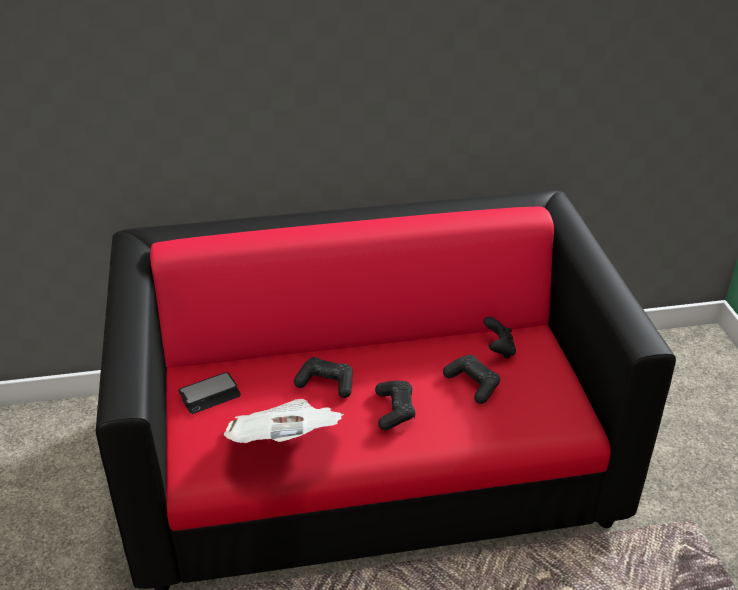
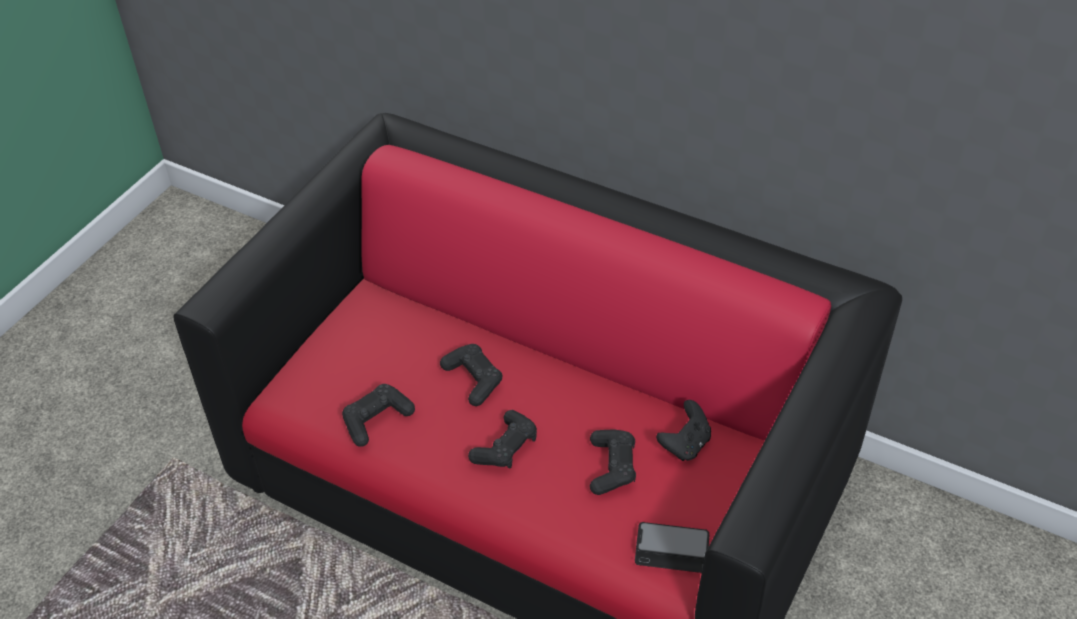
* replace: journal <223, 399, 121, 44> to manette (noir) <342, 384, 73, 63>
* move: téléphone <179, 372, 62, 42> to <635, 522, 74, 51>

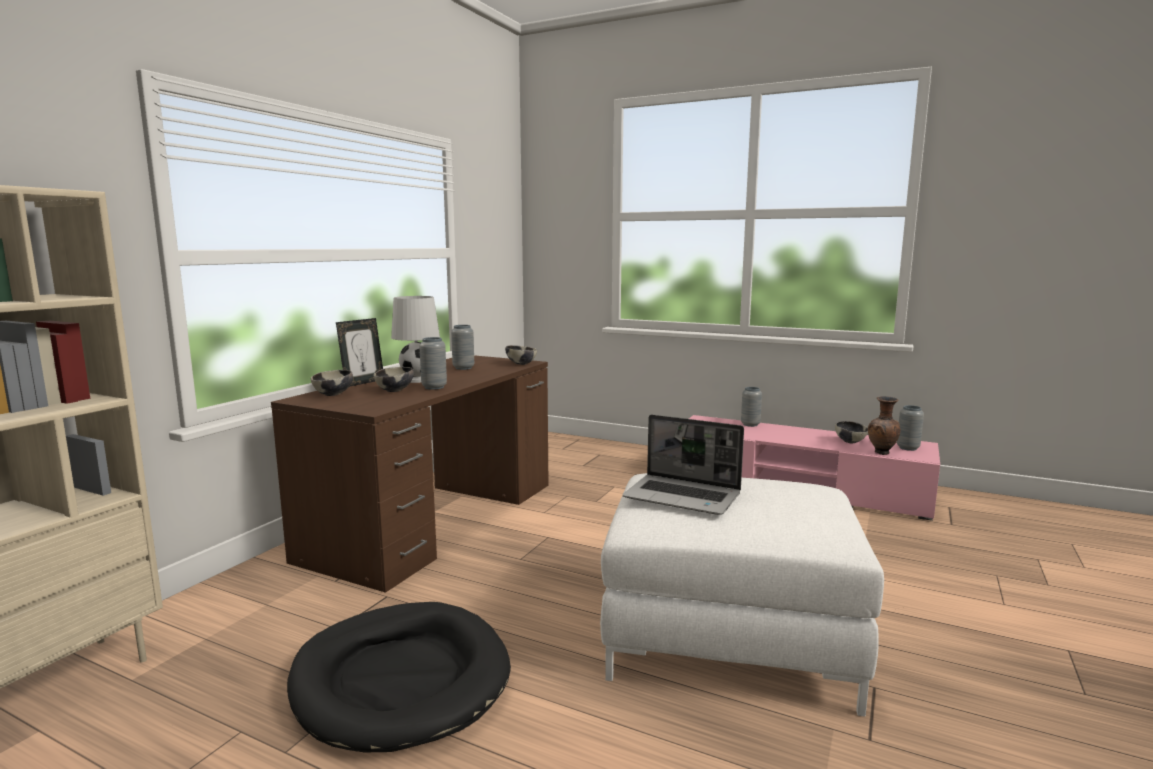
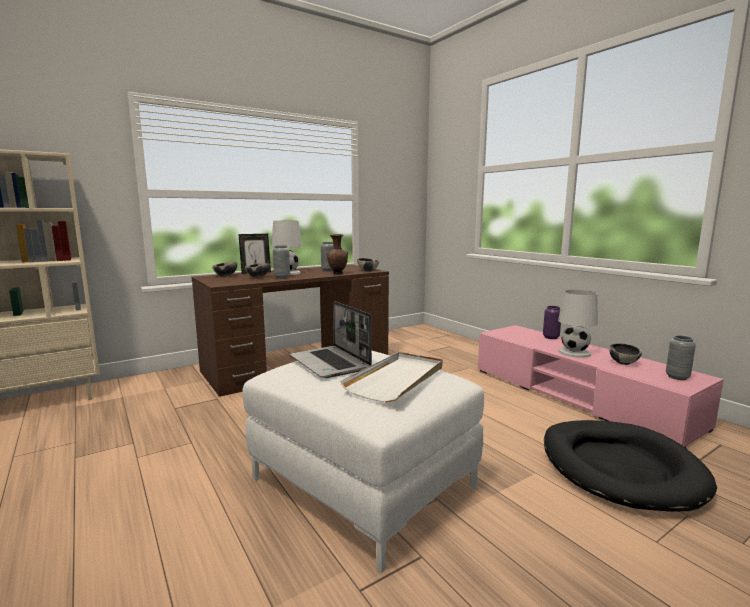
* move: vase (marron) <868, 396, 32, 59> to <327, 234, 21, 40>
* insert: plateau (blanc) <340, 352, 103, 50>
* recolor: vase (gris) <741, 387, 21, 40> to vase (violet) <543, 306, 18, 33>
* move: panier pour chien (noir) <287, 602, 224, 150> to <544, 420, 173, 92>
* insert: lampe de table (blanc) <558, 290, 40, 68>

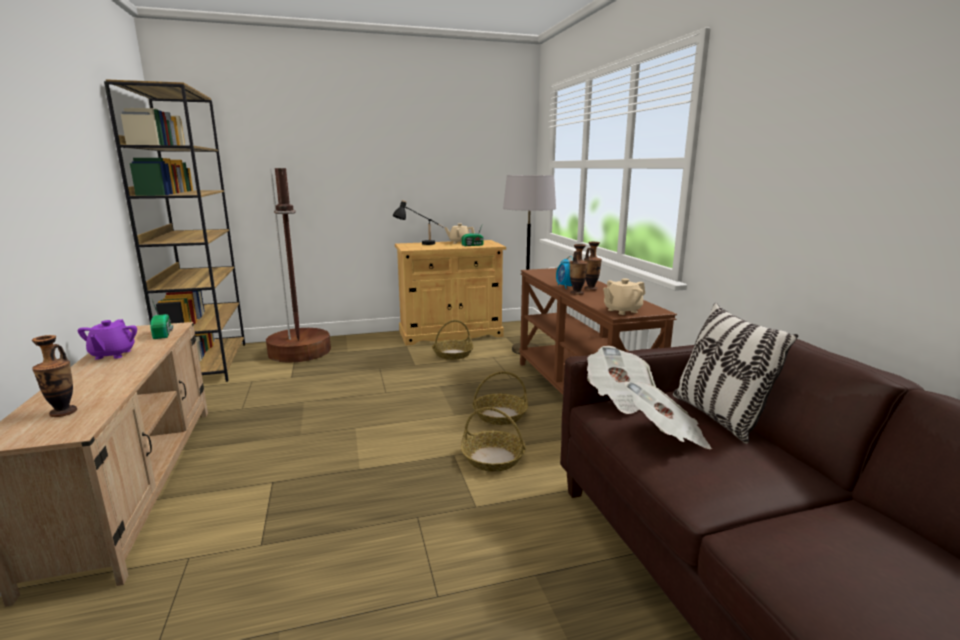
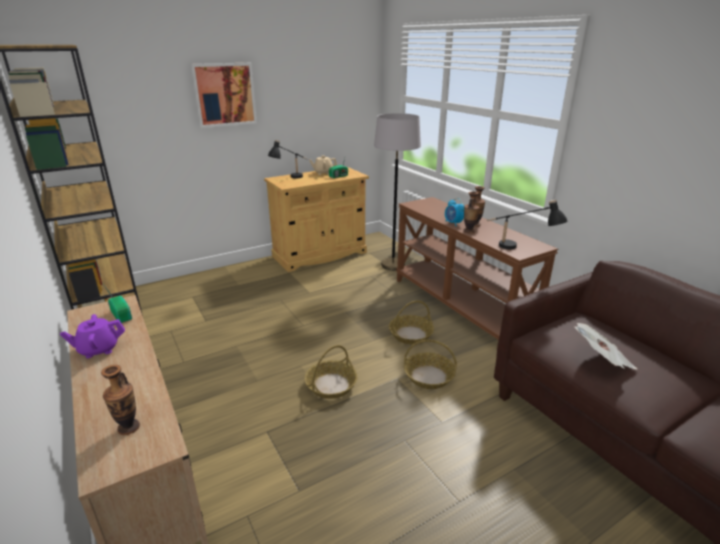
* rotate: théière (violet) <78, 319, 59, 41> = <60, 314, 65, 44> 90 degrees clockwise
* insert: tableau <191, 63, 66, 65>
* move: panier <432, 320, 42, 40> to <304, 345, 54, 54>
* replace: théière (beige) <603, 278, 42, 37> to lampe de table (noir) <487, 199, 81, 51>
* delete: lampadaire (marron) <266, 168, 65, 195>
* delete: journal <587, 346, 69, 68>
* delete: coussin <673, 303, 125, 141>

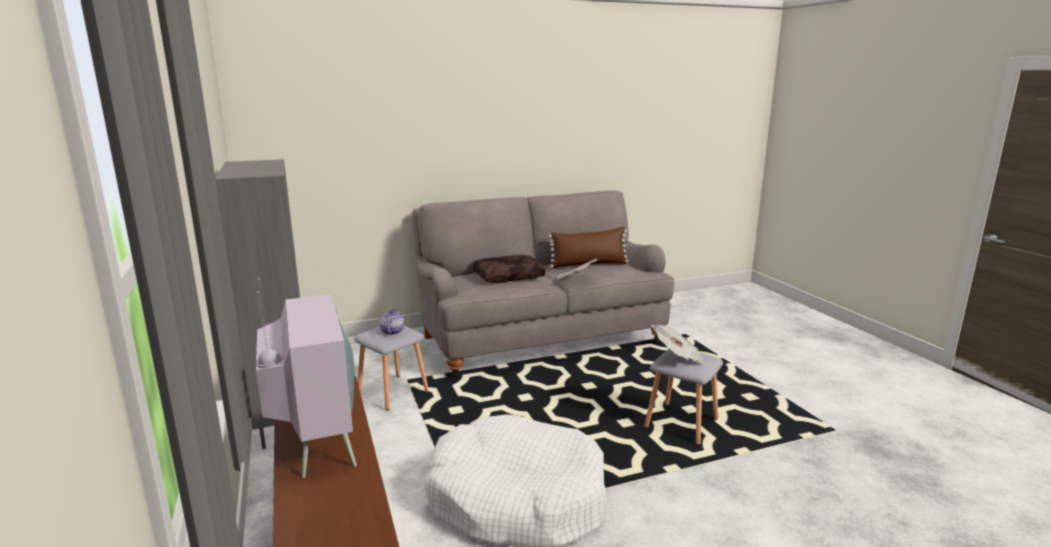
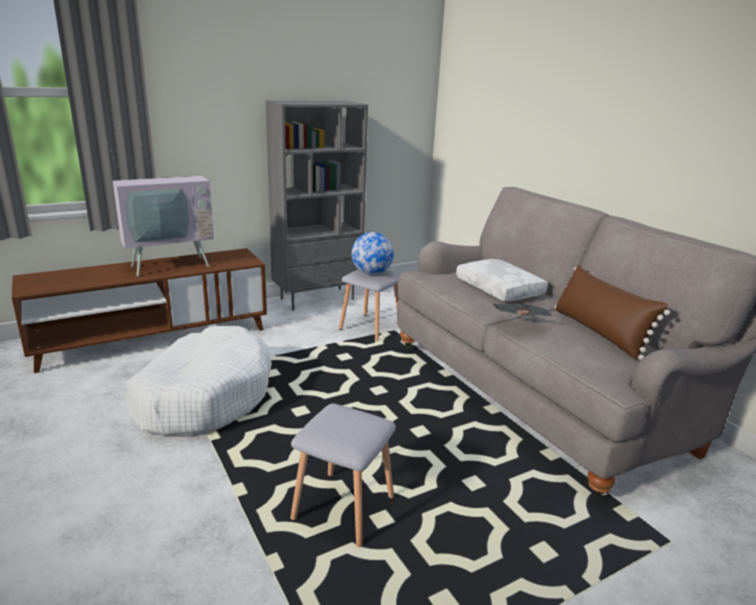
* replace: théière <380, 309, 24, 26> to globe <351, 232, 43, 43>
* recolor: coussin (marron) <473, 255, 72, 28> to coussin (blanc) <456, 259, 92, 42>
* delete: journal <651, 325, 54, 39>

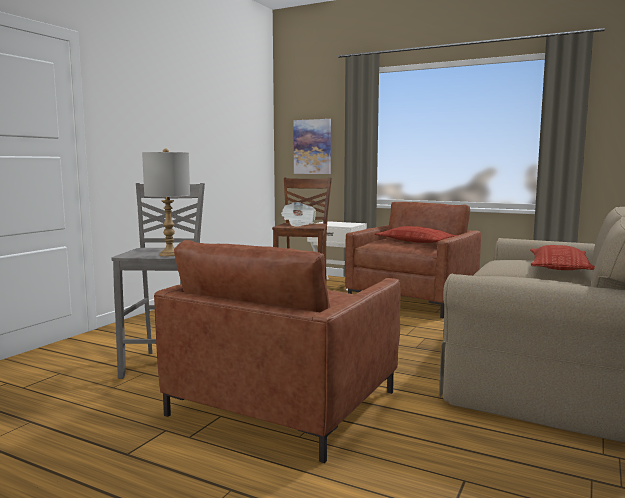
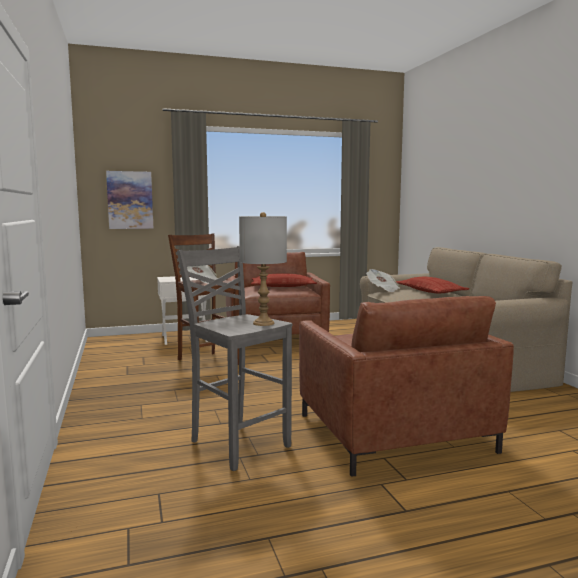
* insert: journal <366, 269, 34, 23>

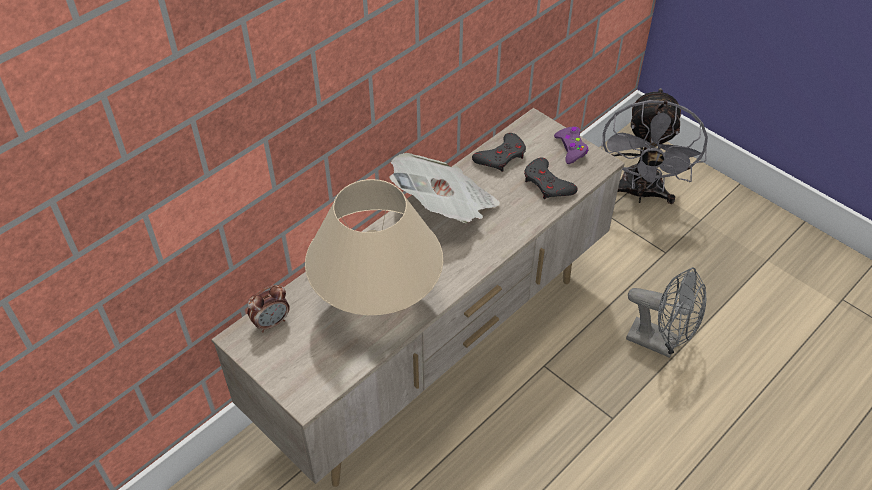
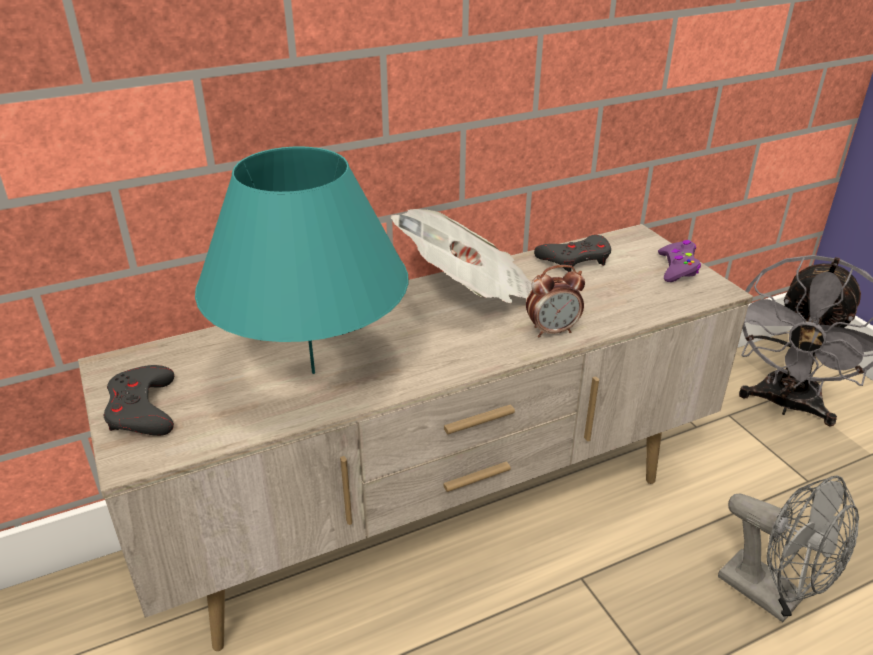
* move: manette (gris) <524, 158, 54, 41> to <103, 365, 71, 71>
* recolor: lampe de table (beige) <305, 179, 138, 136> to lampe de table (turquoise) <195, 146, 214, 228>
* move: réveil <247, 285, 43, 48> to <526, 265, 59, 72>

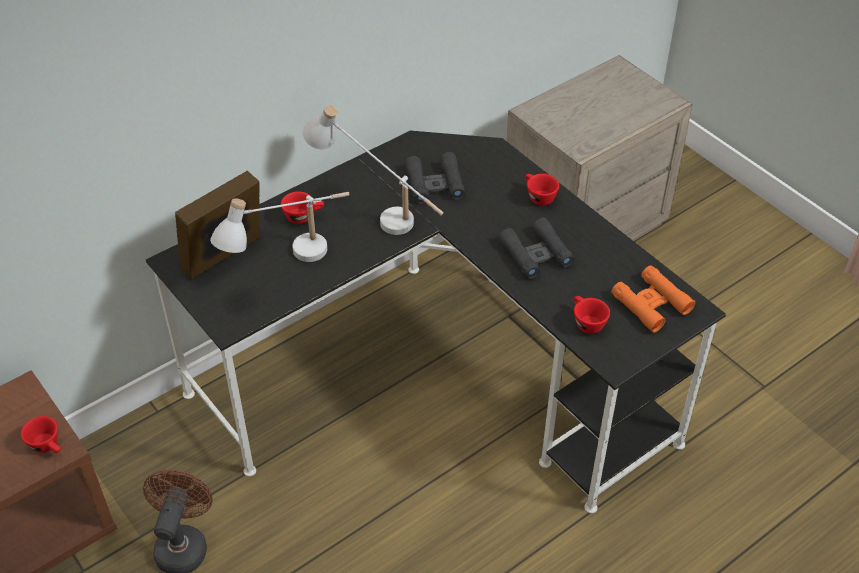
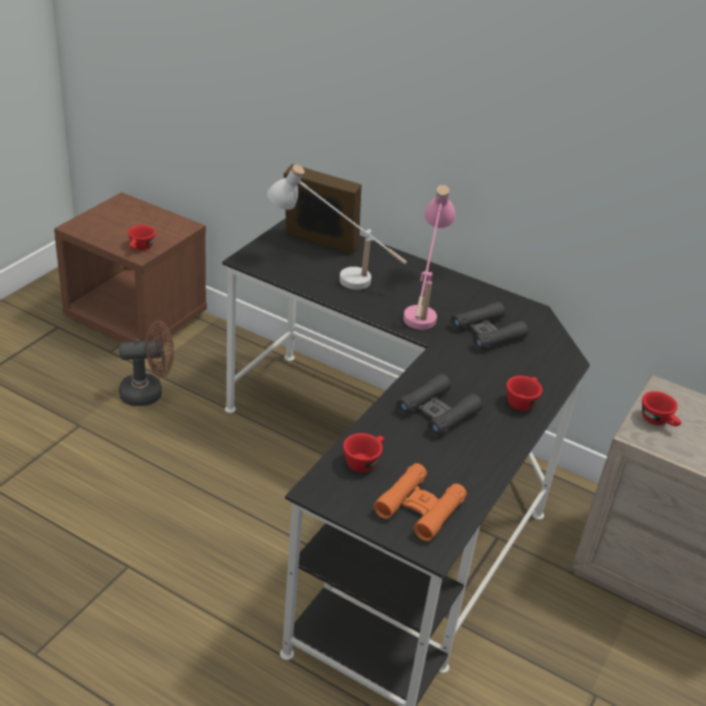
* recolor: lampe de table (blanc) <303, 105, 141, 130> to lampe de table (rose) <403, 185, 53, 145>
* move: tasse (rouge) <281, 192, 43, 32> to <642, 391, 39, 35>

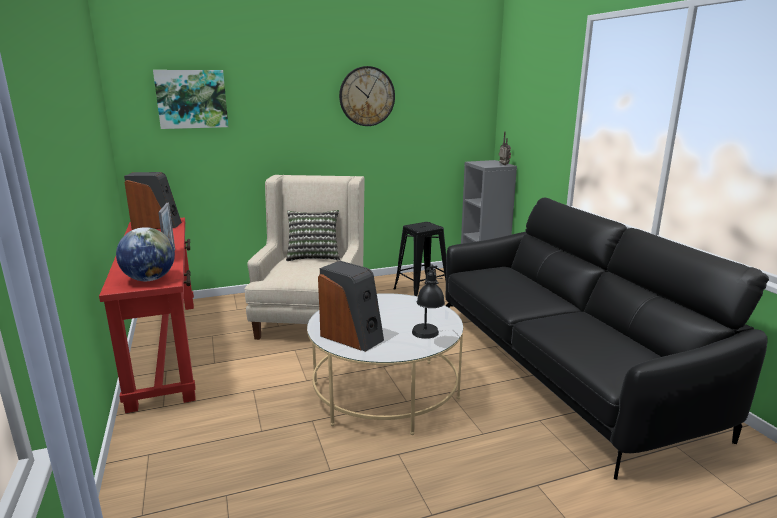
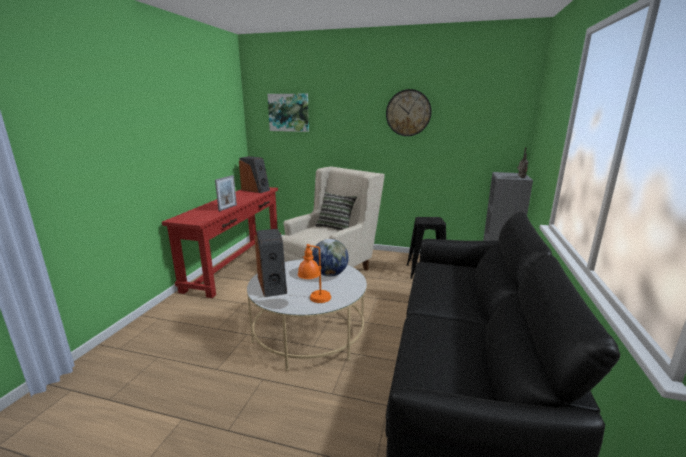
* recolor: lampe de table (noir) <412, 264, 33, 75> to lampe de table (orange) <298, 244, 33, 59>
* move: globe <116, 227, 59, 54> to <312, 239, 37, 38>

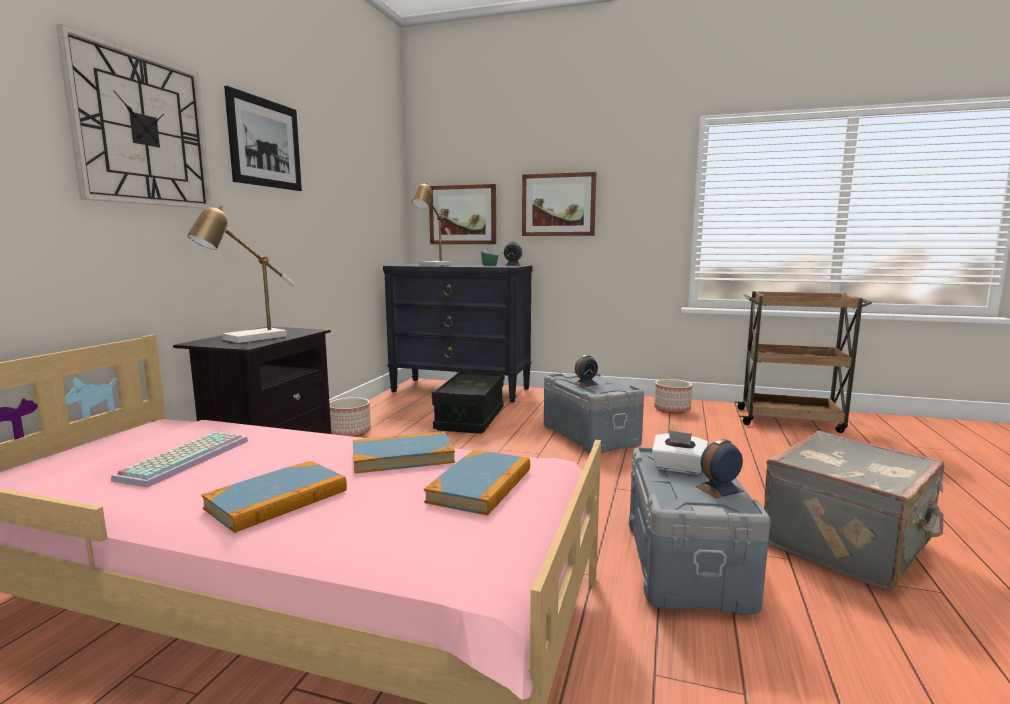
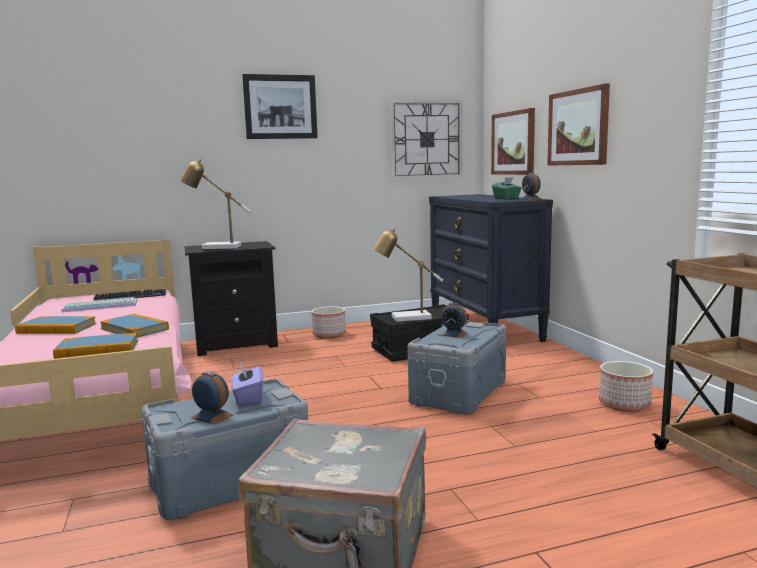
* insert: clavier <93, 289, 73, 12>
* recolor: boîte à mouchoirs (blanc) <652, 430, 56, 45> to boîte à mouchoirs (violet) <231, 361, 32, 45>
* move: lampe de table <412, 183, 40, 83> to <373, 228, 70, 94>
* move: horloge murale <56, 24, 156, 185> to <390, 100, 72, 79>

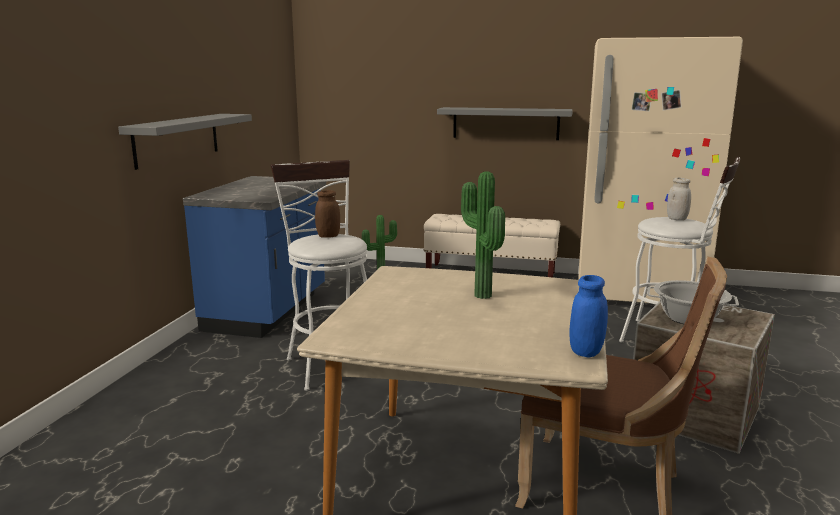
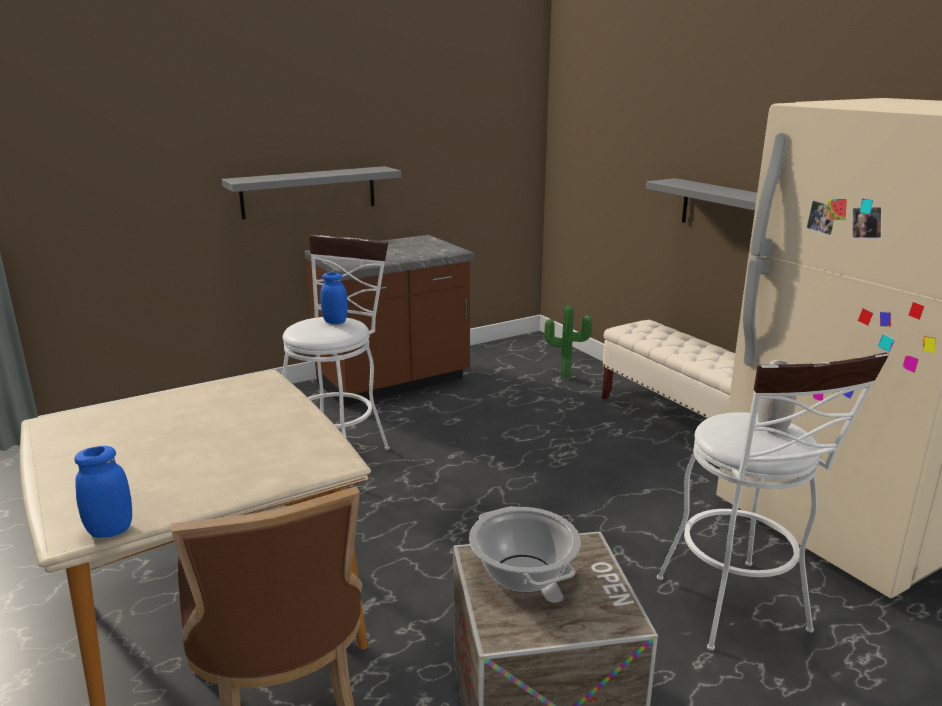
* recolor: comptoir de cuisine (bleu) <183, 176, 143, 162> to comptoir de cuisine (marron) <305, 235, 169, 172>
* recolor: bocal (marron) <315, 190, 25, 48> to bocal (bleu) <320, 272, 28, 52>
* delete: plante en pot <461, 171, 44, 128>

